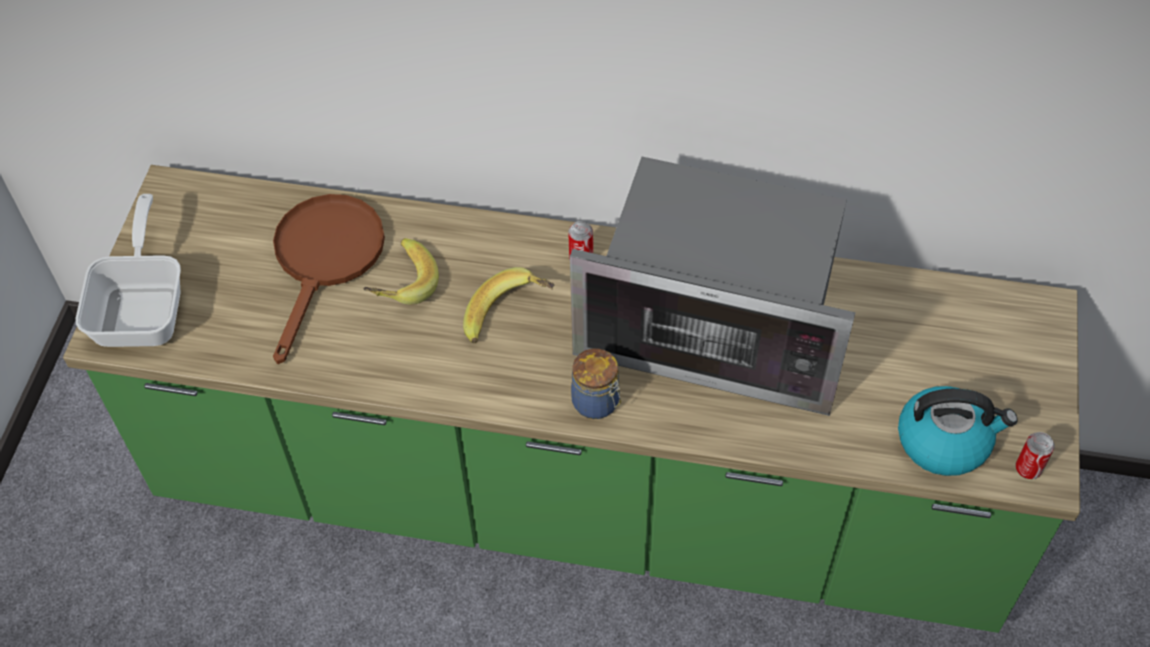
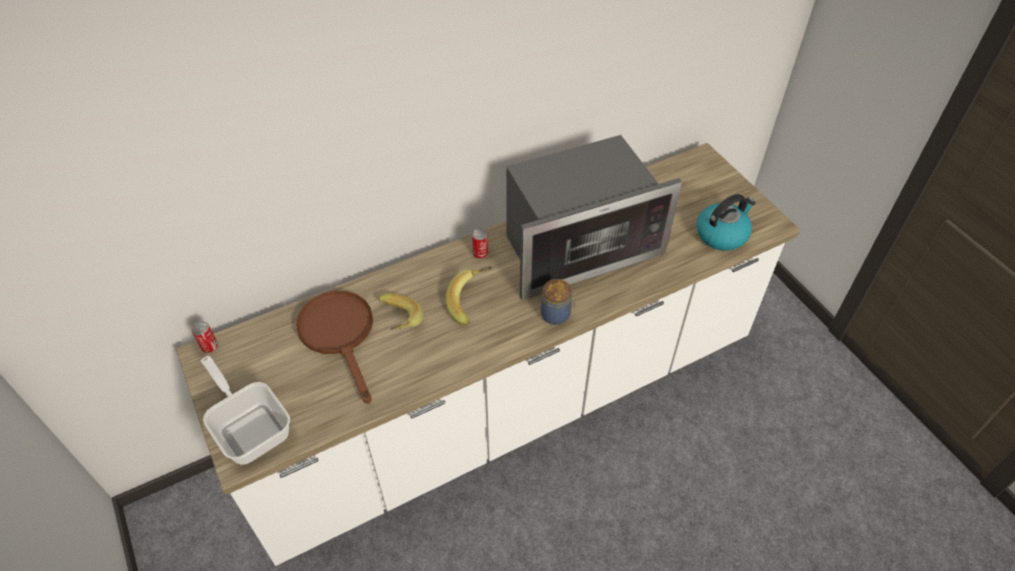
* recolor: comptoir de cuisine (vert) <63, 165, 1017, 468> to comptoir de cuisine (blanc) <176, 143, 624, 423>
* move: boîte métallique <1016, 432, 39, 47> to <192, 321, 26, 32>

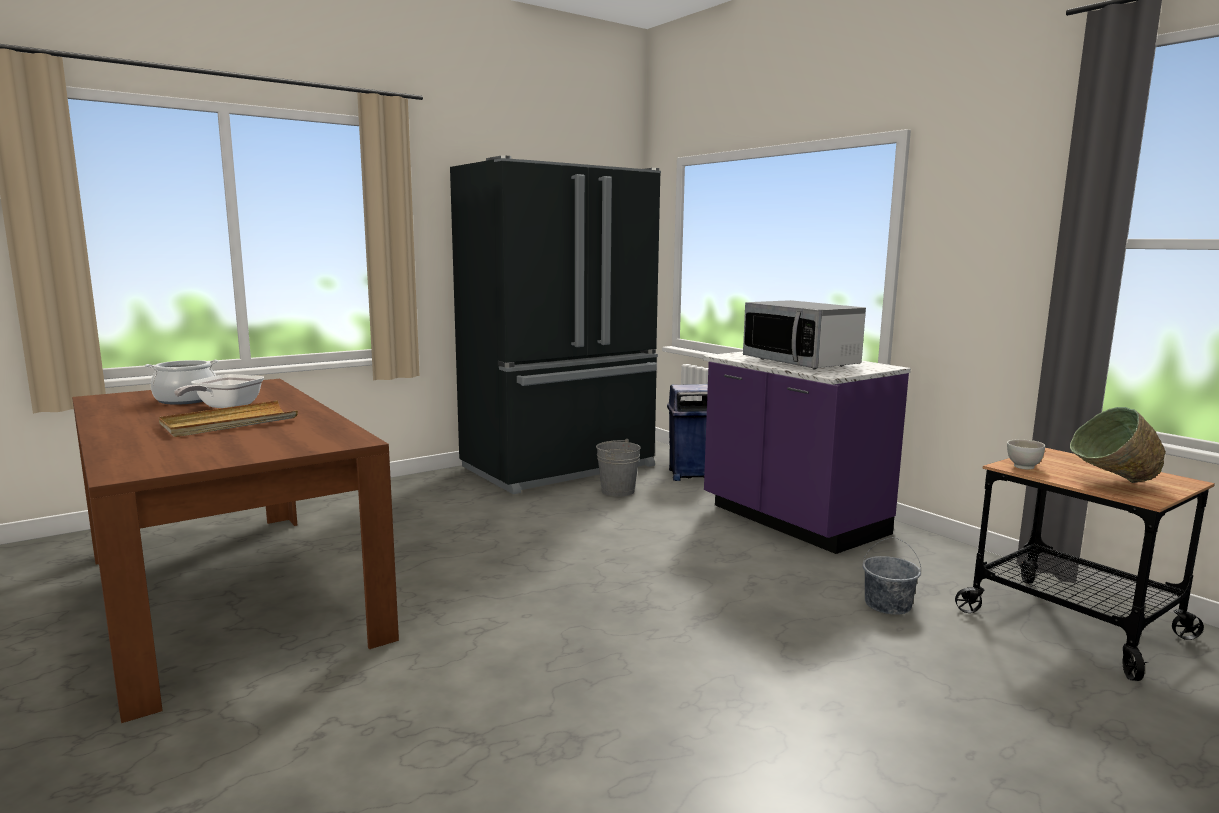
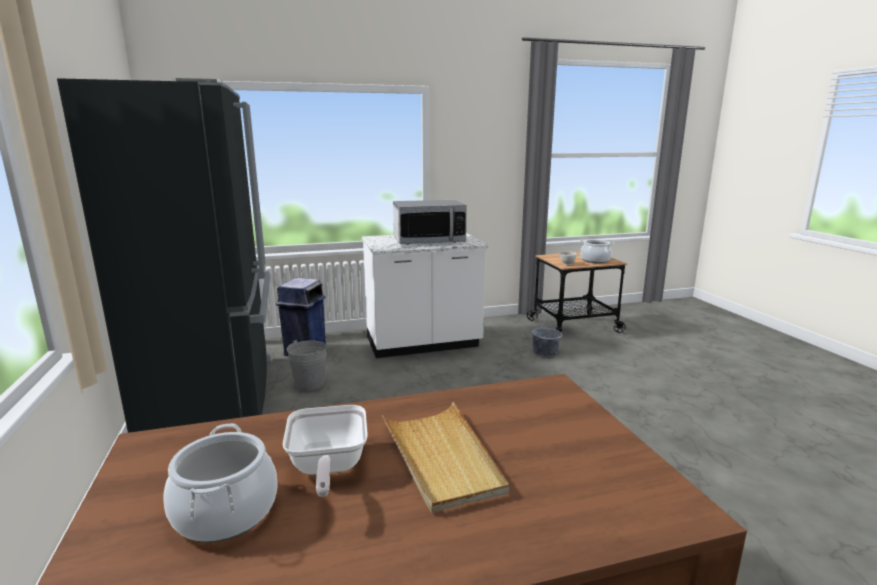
* rotate: poêle <174, 374, 90, 34> = <283, 405, 85, 92> 45 degrees clockwise
* recolor: comptoir de cuisine (violet) <703, 352, 208, 202> to comptoir de cuisine (blanc) <362, 233, 126, 125>
* replace: bol (vert) <1070, 407, 96, 76> to marmite <580, 240, 34, 23>

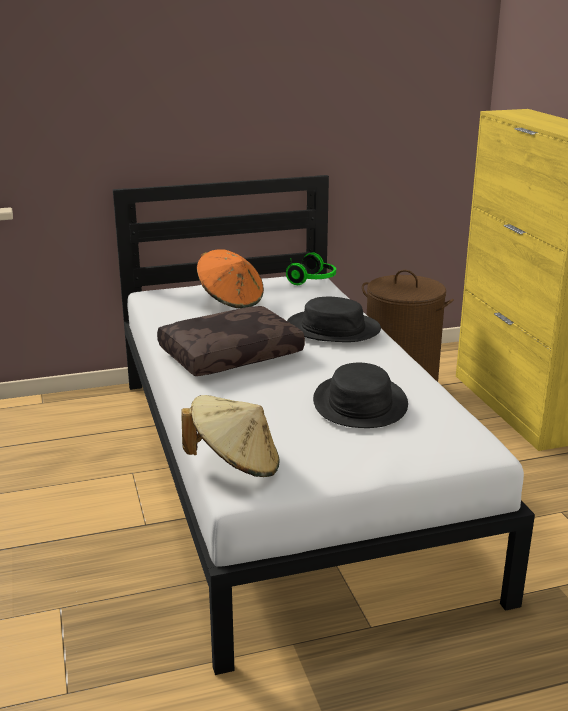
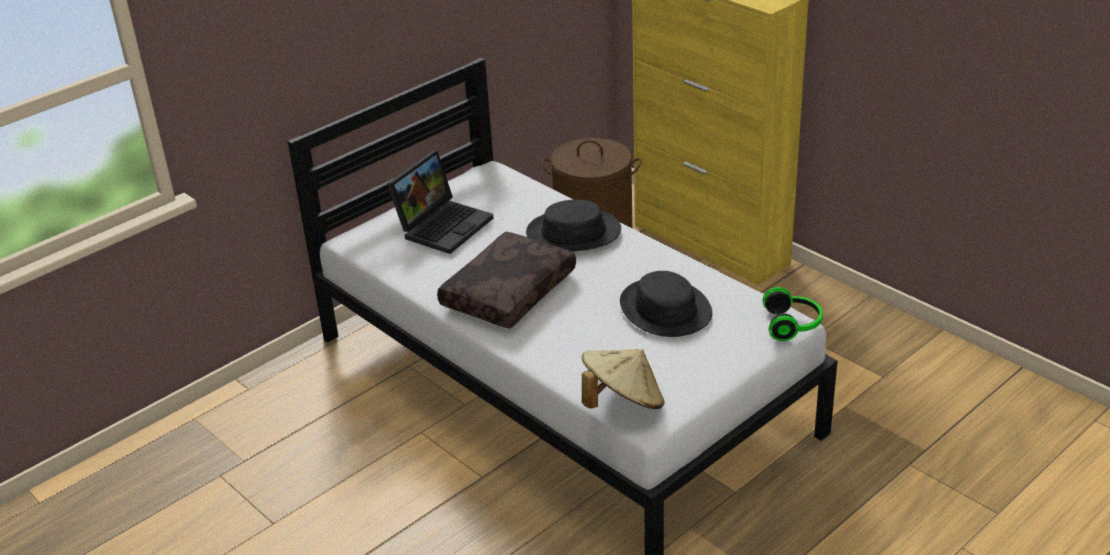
* replace: chapeau (orange) <197, 249, 67, 59> to ordinateur portable <387, 150, 107, 104>
* move: casque audio <286, 252, 50, 33> to <763, 287, 60, 54>

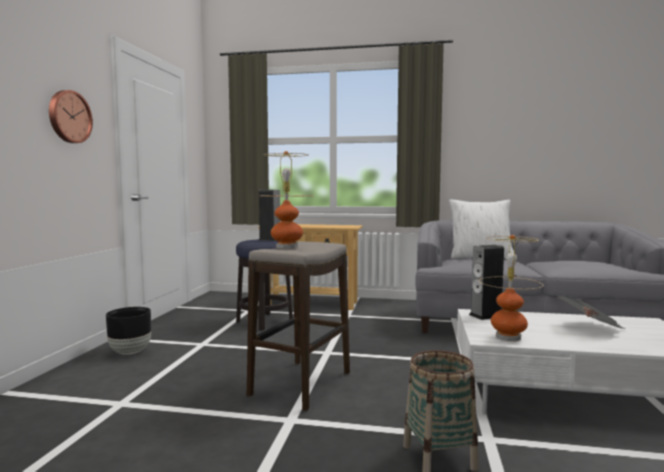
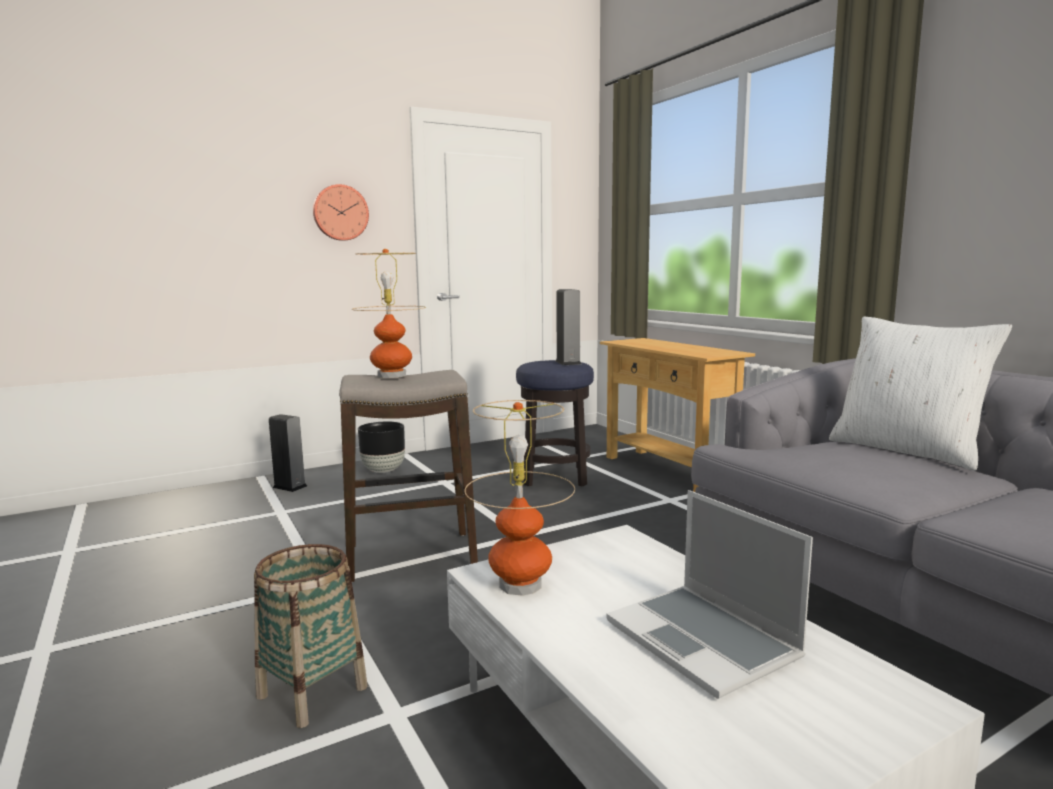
* move: enceinte <469, 245, 35, 75> to <269, 414, 38, 78>
* replace: journal <557, 295, 69, 34> to ordinateur portable <606, 490, 207, 209>

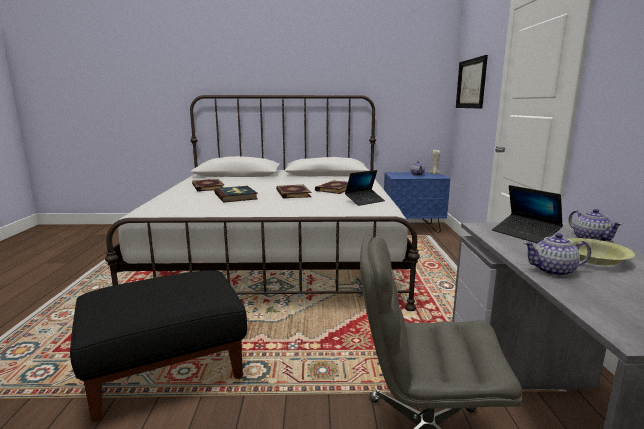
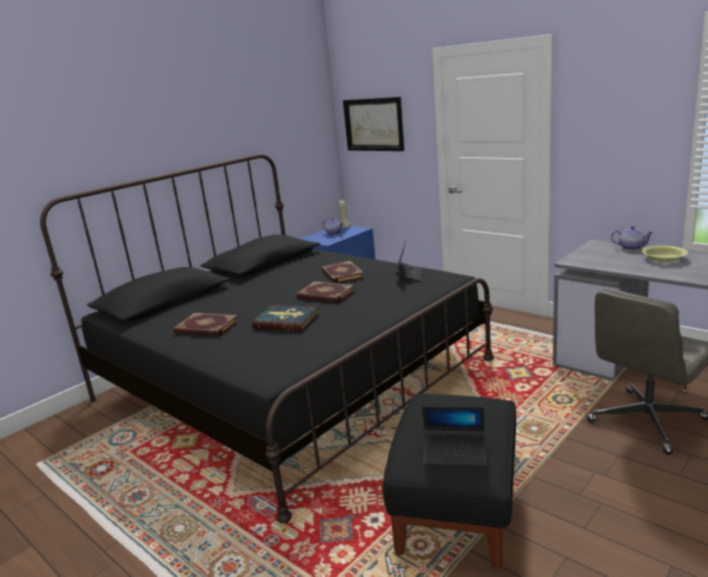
* recolor: lit (blanc) <105, 95, 315, 216> to lit (noir) <40, 154, 454, 369>
* move: ordinateur portable <492, 185, 71, 58> to <422, 406, 64, 60>
* delete: théière <523, 233, 68, 44>

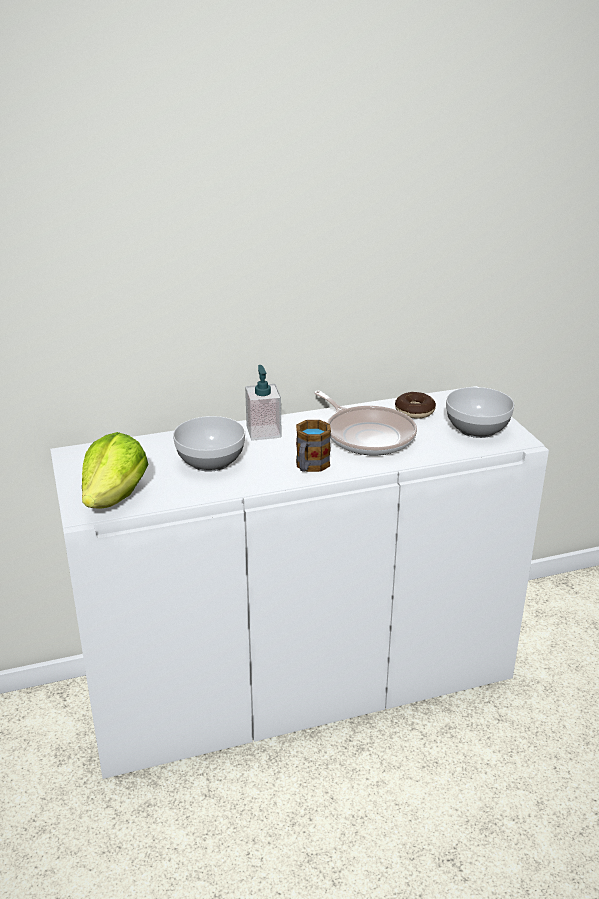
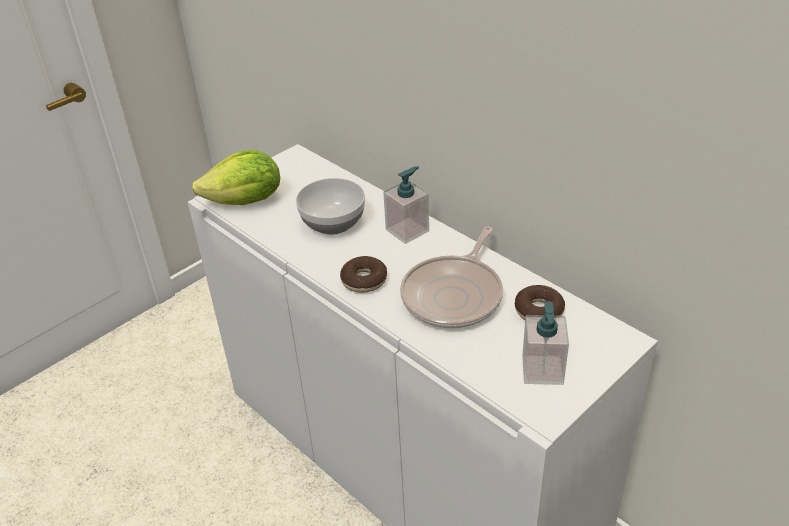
* replace: mug <296, 420, 35, 52> to beignet <340, 256, 47, 37>
* replace: bol <446, 387, 68, 51> to distributeur de savon <522, 301, 47, 84>

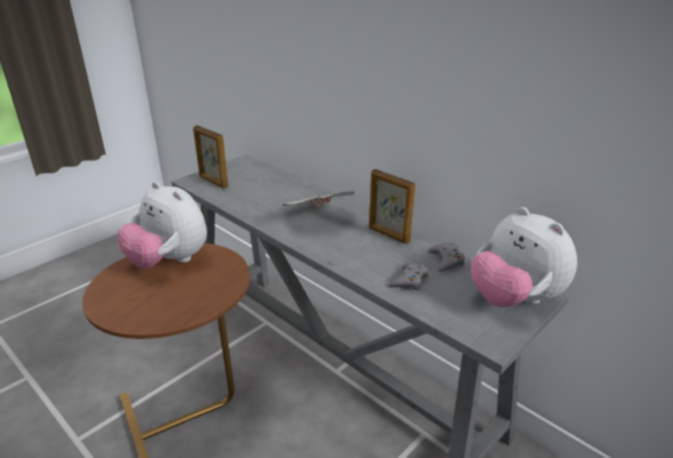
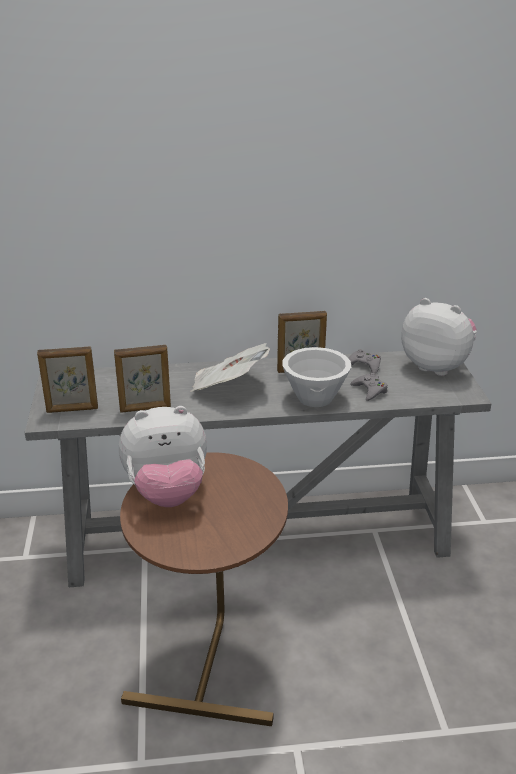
* insert: cadre photo <114, 345, 57, 68>
* insert: bol (blanc) <283, 347, 68, 60>
* rotate: peluche <471, 207, 106, 100> = <401, 298, 76, 78> 150 degrees counterclockwise

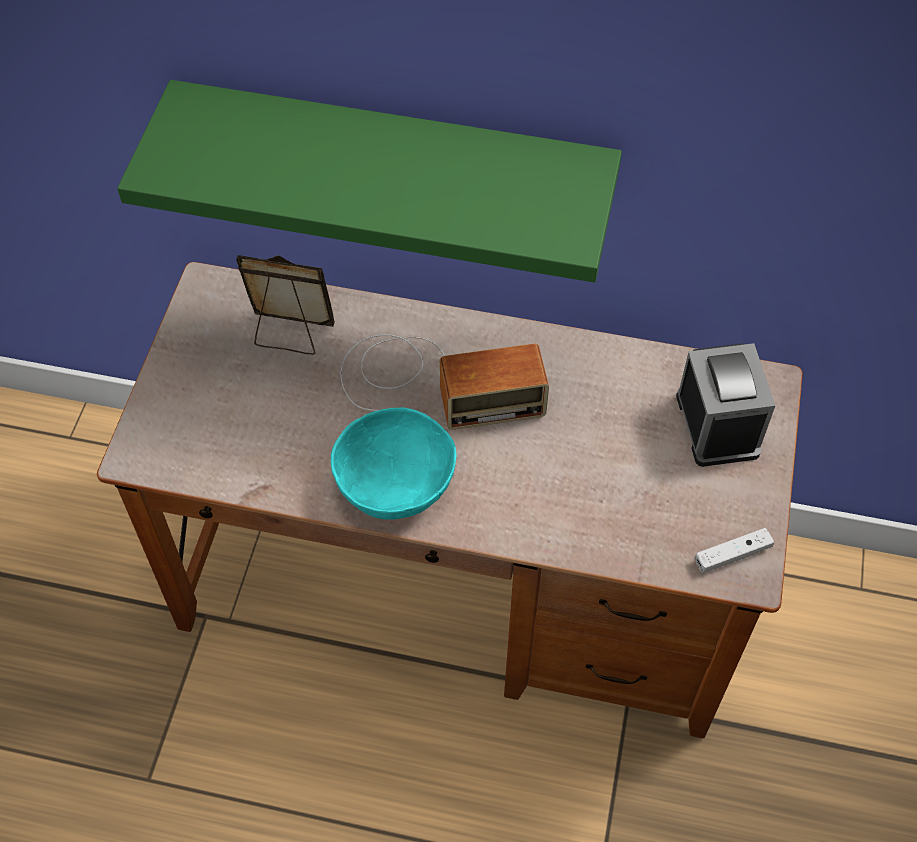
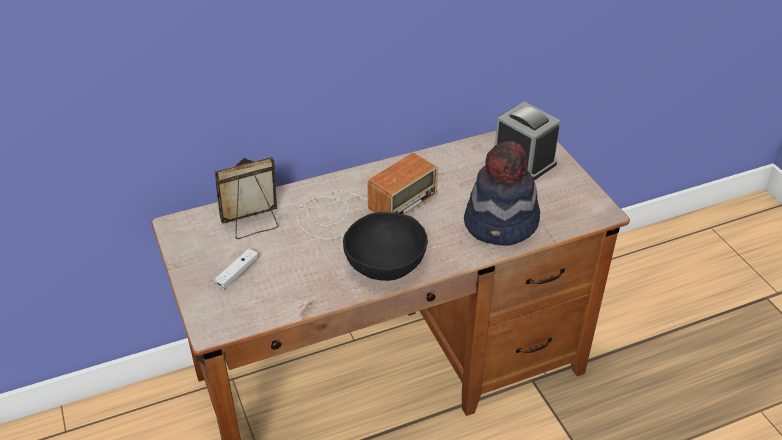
* move: manette (blanc) <695, 528, 79, 45> to <214, 249, 45, 41>
* recolor: bol (turquoise) <331, 407, 125, 113> to bol (noir) <343, 212, 85, 69>
* insert: chapeau <464, 141, 76, 105>
* delete: étagère (vert) <117, 80, 505, 202>

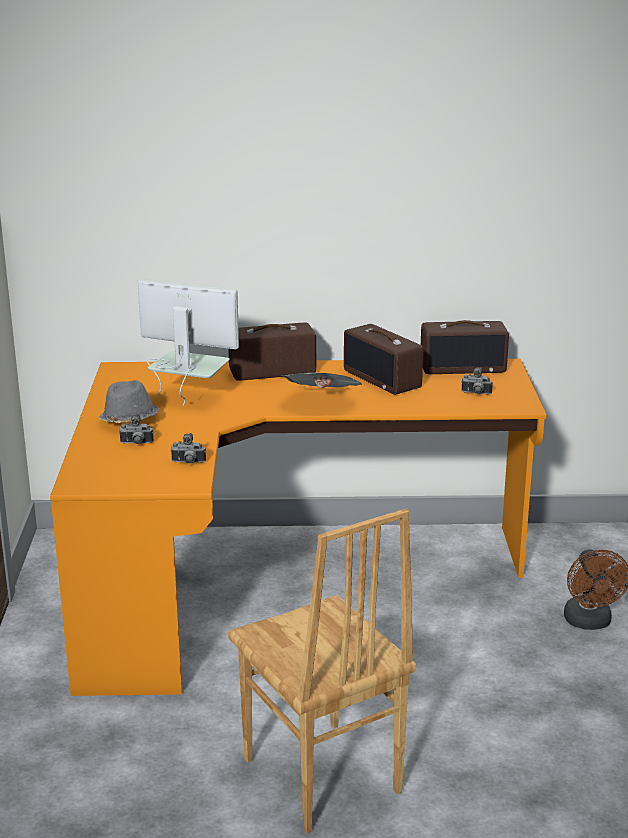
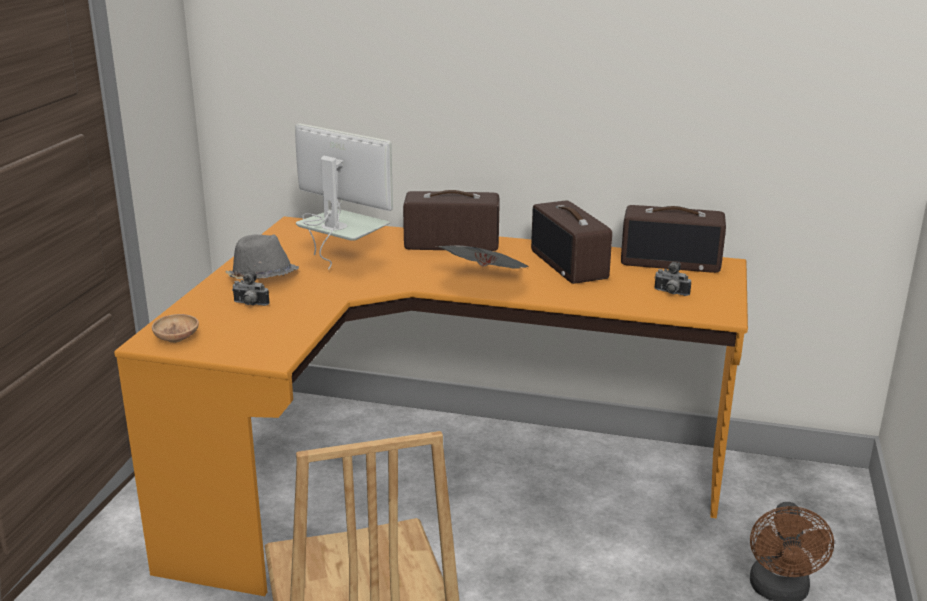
* insert: bol (marron) <152, 314, 47, 29>
* delete: appareil photo <171, 433, 35, 30>

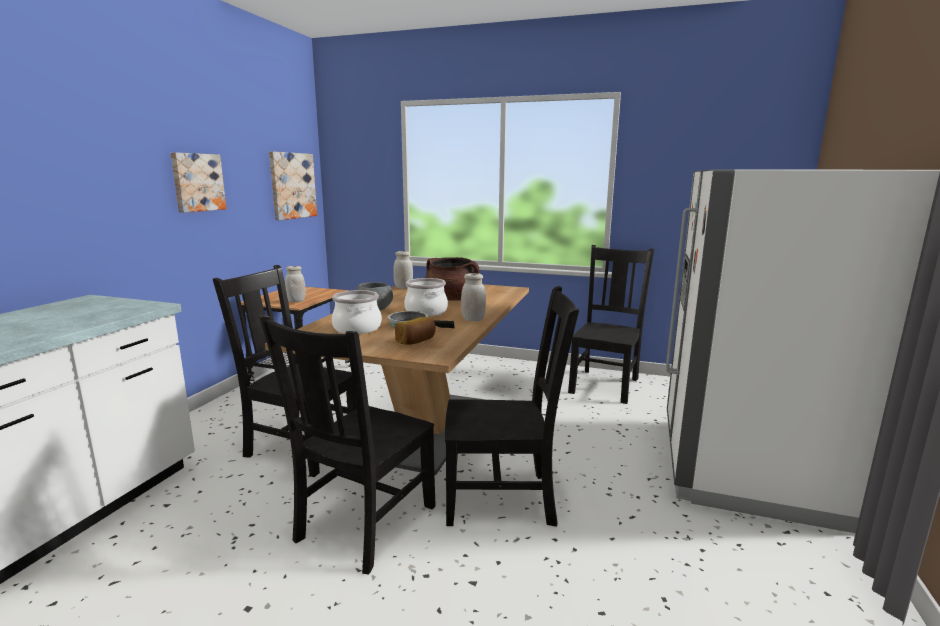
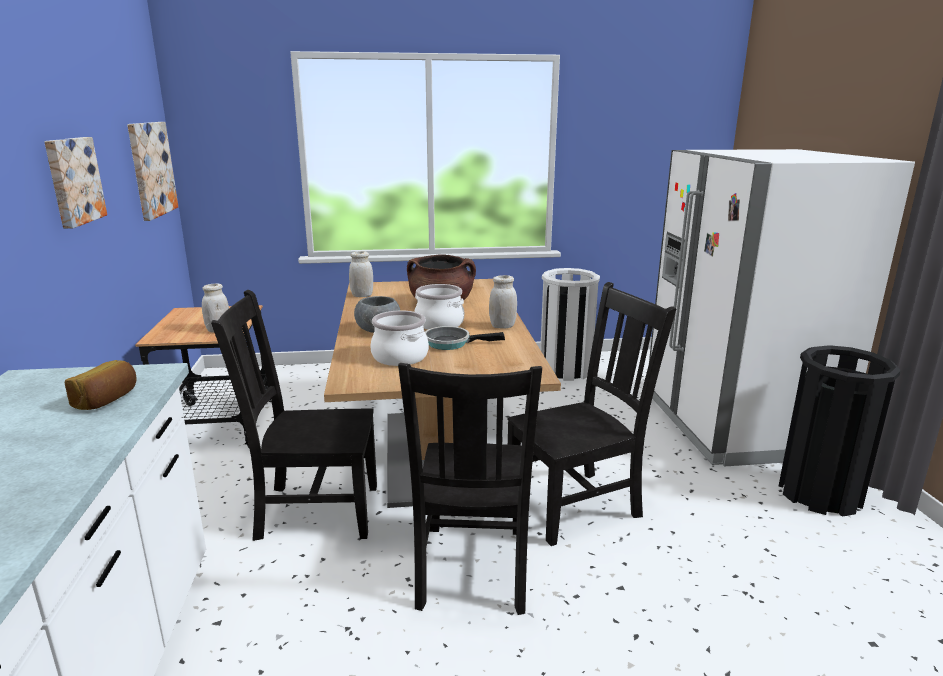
* move: pain <395, 317, 41, 28> to <65, 360, 71, 50>
* replace: chaise (noir) <568, 245, 86, 159> to poubelle (blanc) <540, 268, 60, 113>
* insert: poubelle (noir) <779, 345, 122, 172>

